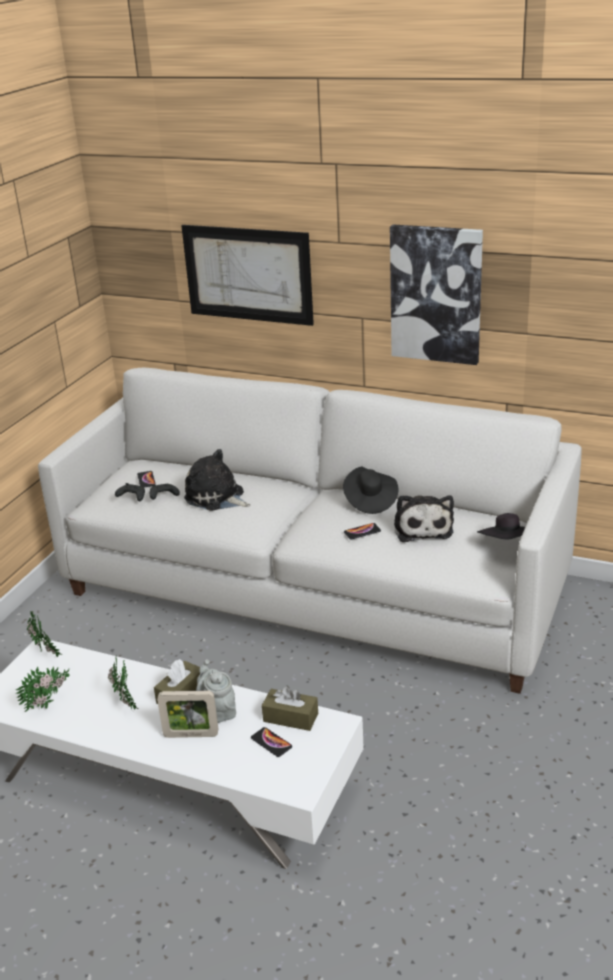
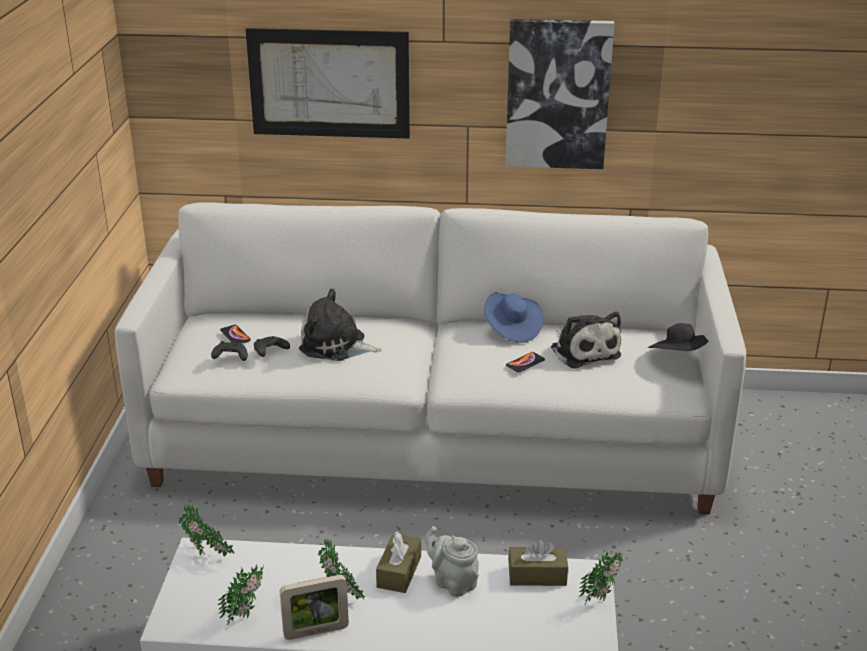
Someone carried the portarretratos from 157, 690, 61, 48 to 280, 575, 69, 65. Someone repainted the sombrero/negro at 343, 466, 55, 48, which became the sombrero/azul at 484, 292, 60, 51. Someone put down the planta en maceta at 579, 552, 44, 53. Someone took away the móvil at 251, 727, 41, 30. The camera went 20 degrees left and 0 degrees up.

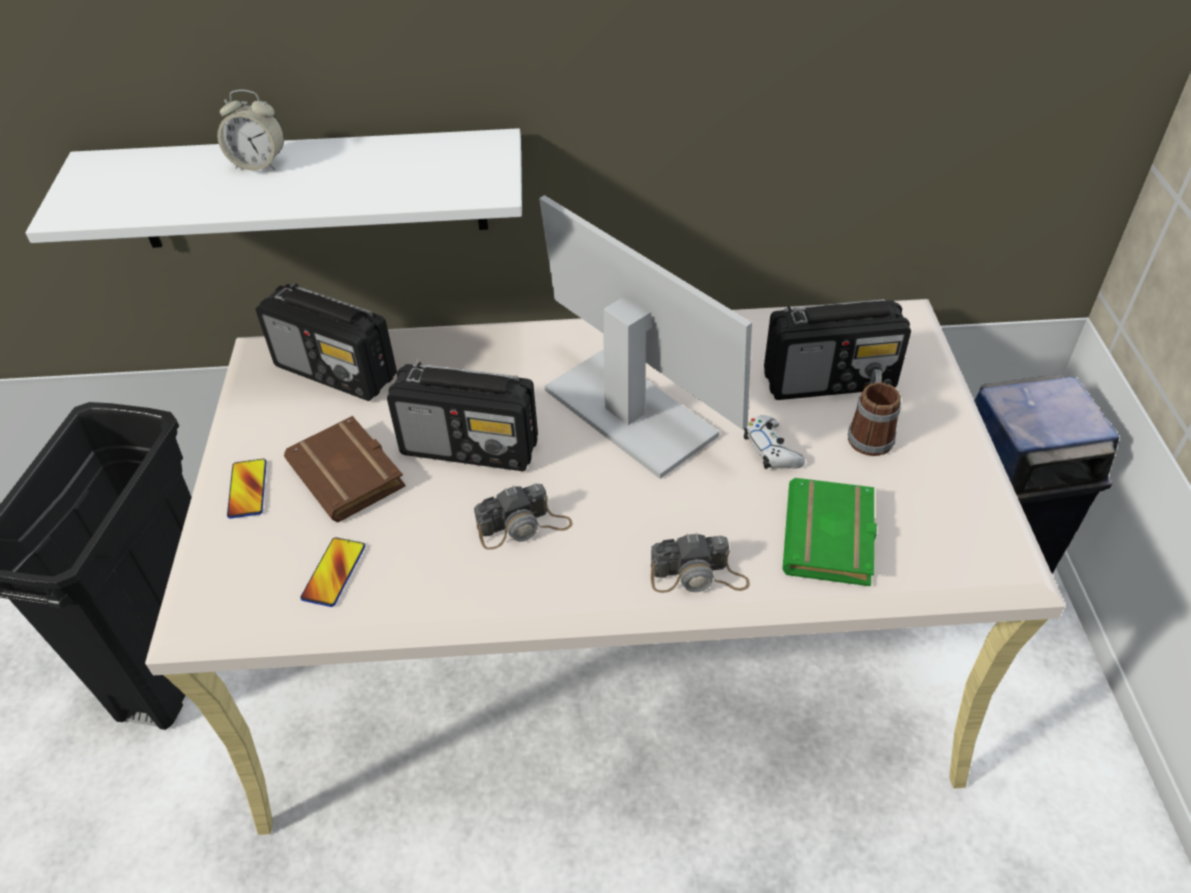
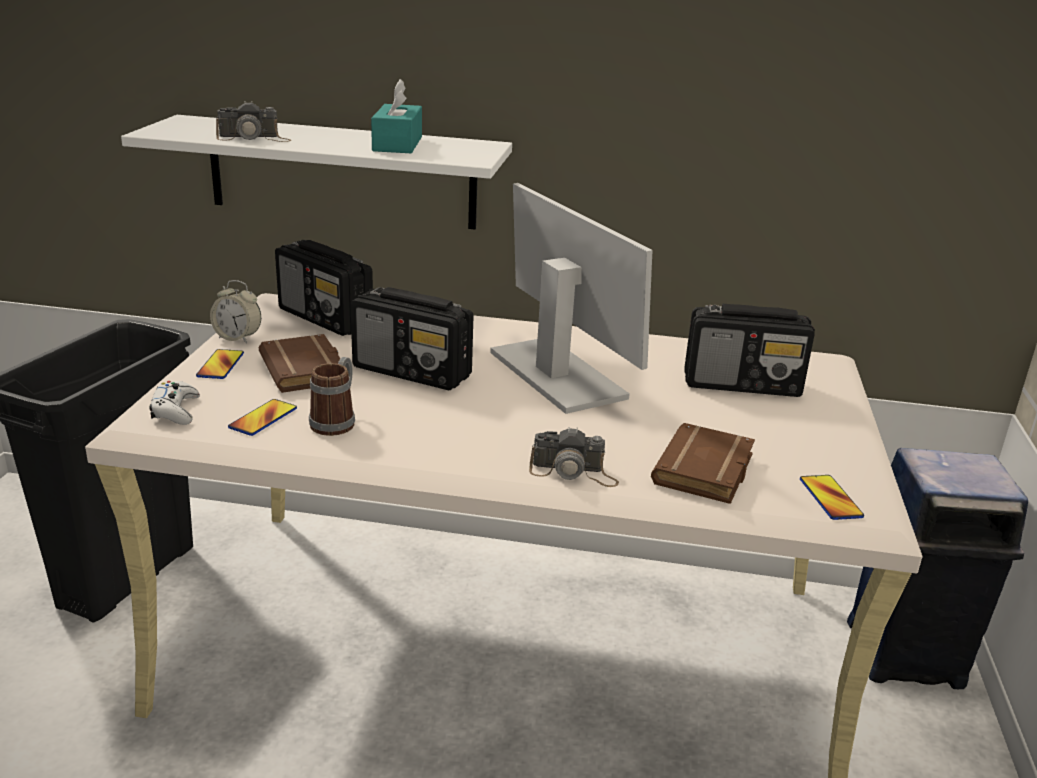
Someone carried the mando de consola/blanco from 744, 415, 61, 54 to 149, 381, 51, 44. Someone carried the despertador from 217, 90, 67, 81 to 210, 280, 51, 64. Someone carried the cámara from 474, 484, 99, 66 to 216, 101, 75, 41. Someone carried the taza grande from 848, 369, 53, 87 to 309, 357, 46, 79. Someone put down the caja de pañuelos/turquesa at 371, 79, 51, 74. Someone repainted the libro/verde at 782, 478, 95, 108, which became the libro/marrón at 651, 423, 104, 81. Someone put down the móvil at 800, 475, 64, 45. The camera went 10 degrees right and 20 degrees down.

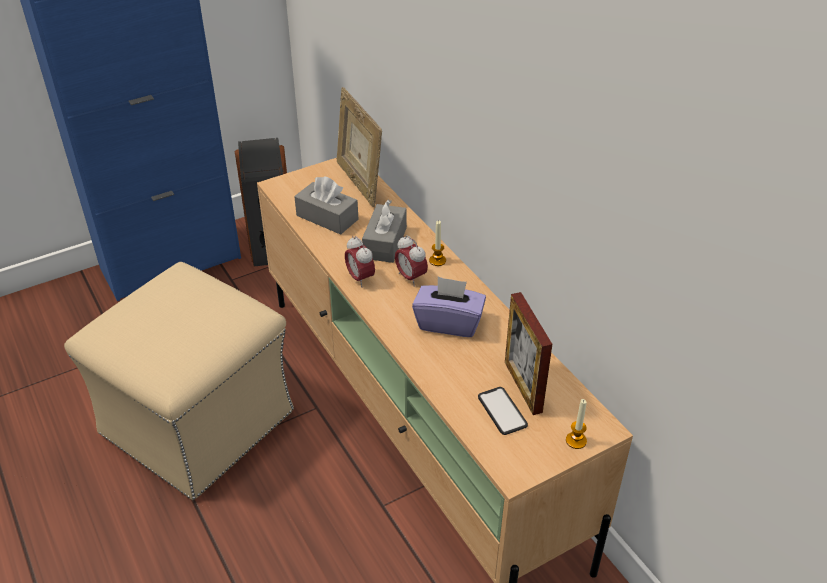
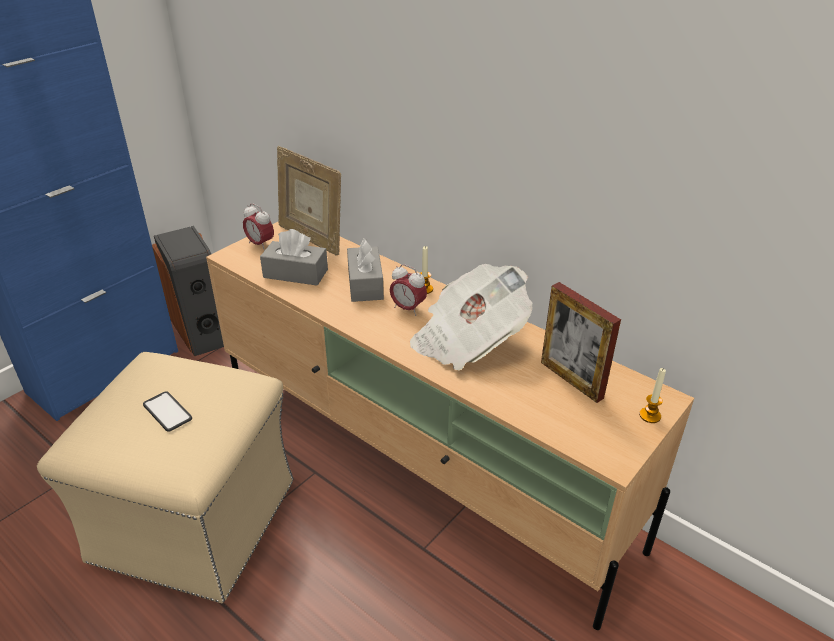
Someone carried the móvil from 478, 387, 50, 48 to 143, 391, 49, 41. Someone carried the despertador from 345, 236, 30, 52 to 243, 203, 31, 47. Someone swapped the caja de pañuelos/morado at 412, 277, 74, 60 for the periódico at 410, 264, 123, 106. The camera went 20 degrees left and 5 degrees down.

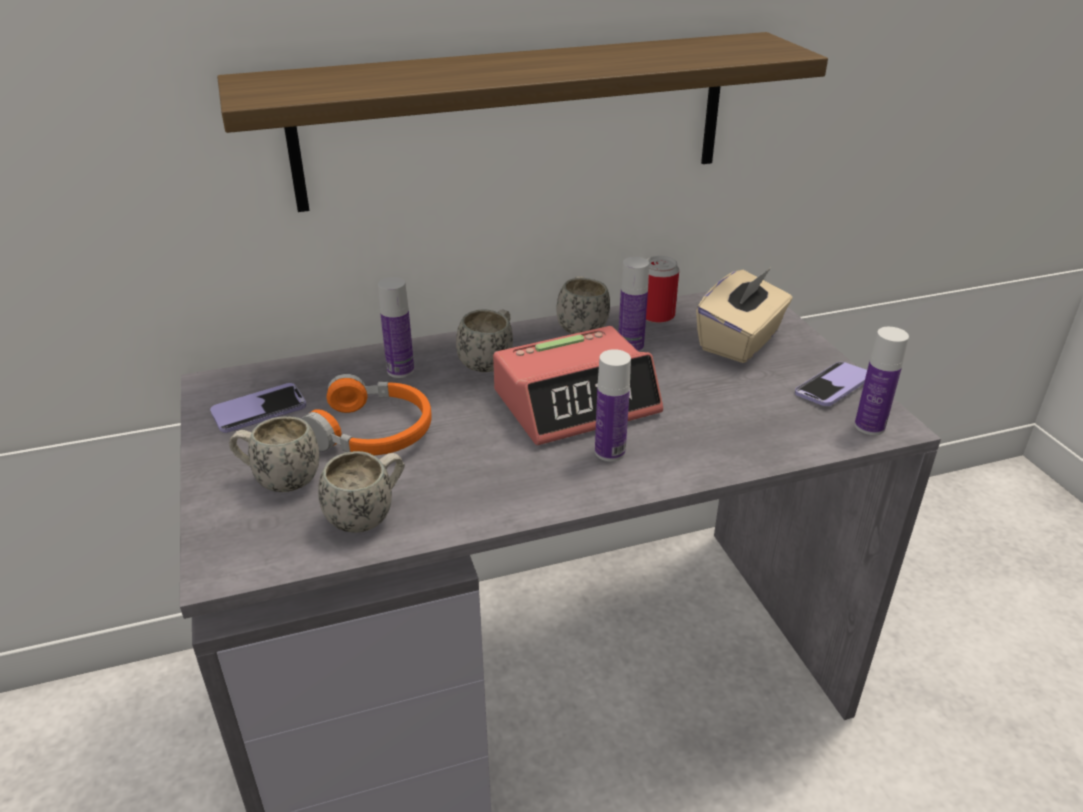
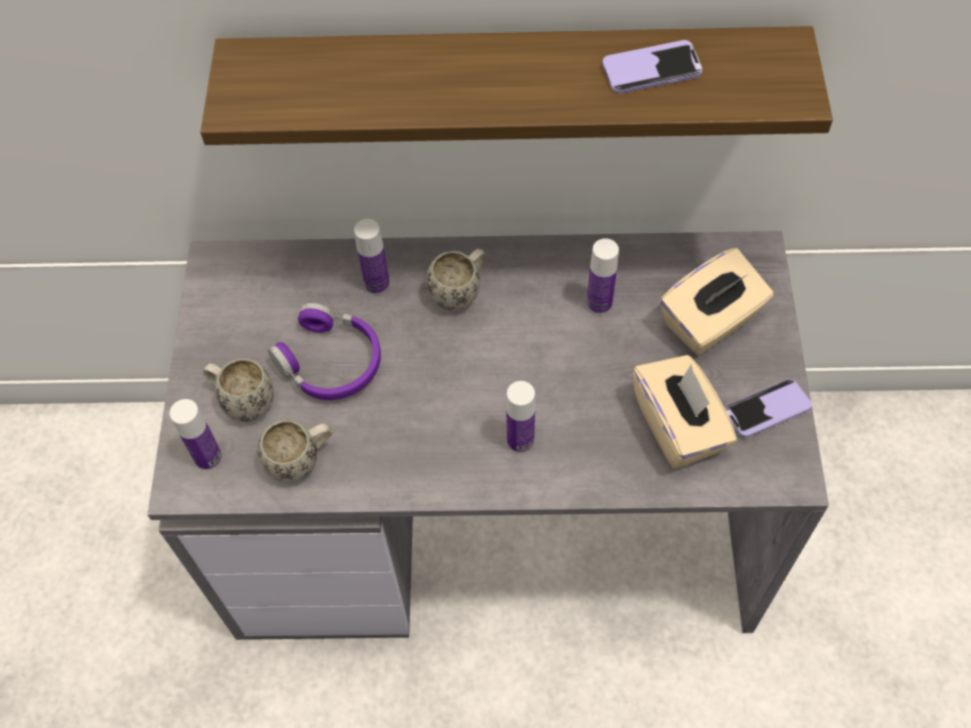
Someone carried the botella from 855, 327, 54, 108 to 170, 399, 52, 71. Someone repainted the auriculares/naranja at 302, 374, 130, 81, which became the auriculares/morado at 268, 303, 113, 97. Someone carried the móvil from 210, 383, 96, 50 to 602, 40, 100, 54. Someone put down the caja de pañuelos/beis at 632, 355, 105, 114. Someone took away the despertador at 493, 326, 170, 119. Someone took away the taza grande/blanco at 556, 276, 54, 58. Someone took away the lata at 646, 256, 33, 67. The camera went 20 degrees right and 25 degrees up.

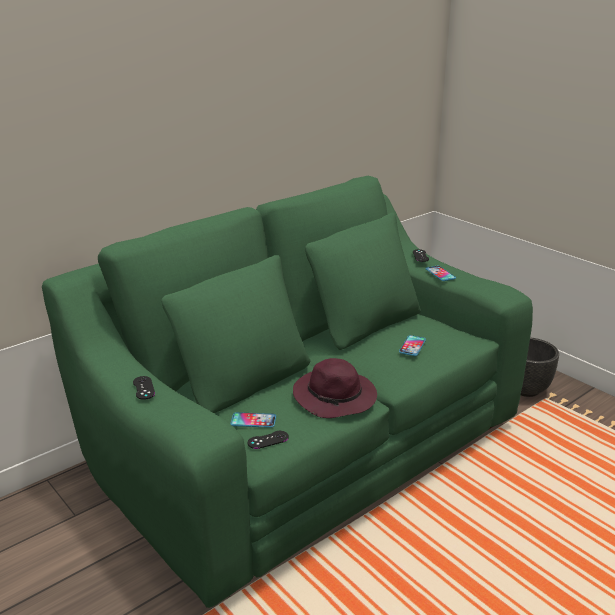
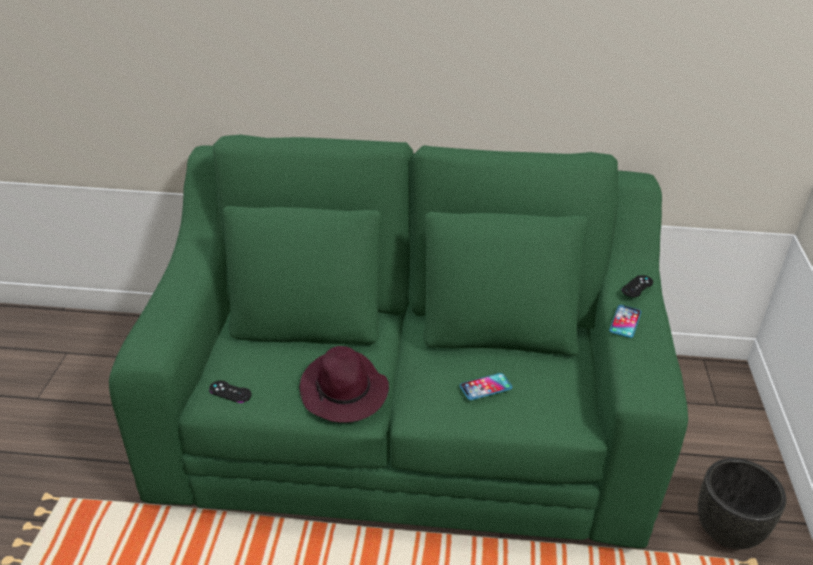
Someone took away the mando de consola/negro at 133, 376, 22, 24. Someone took away the móvil at 230, 412, 46, 16. The camera went 45 degrees right and 10 degrees up.

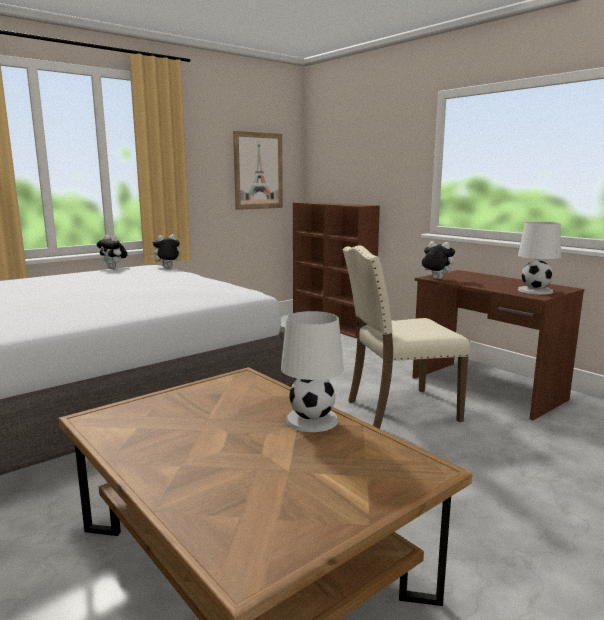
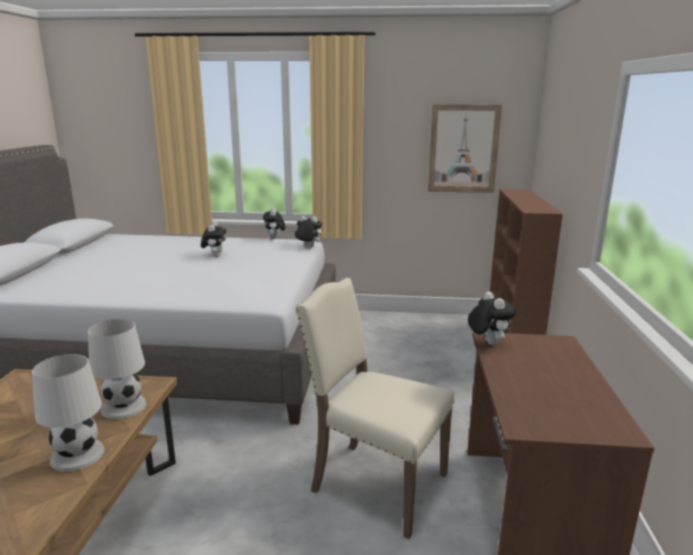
Someone carried the lámpara de mesa/blanco from 518, 222, 43, 73 to 88, 319, 59, 100. Someone put down the peluche at 201, 222, 25, 35. The camera went 45 degrees right and 5 degrees up.

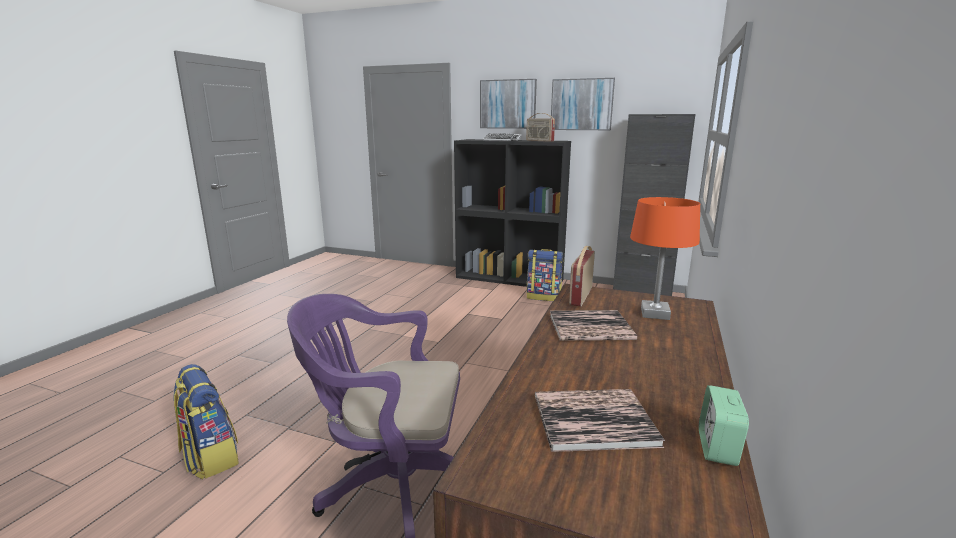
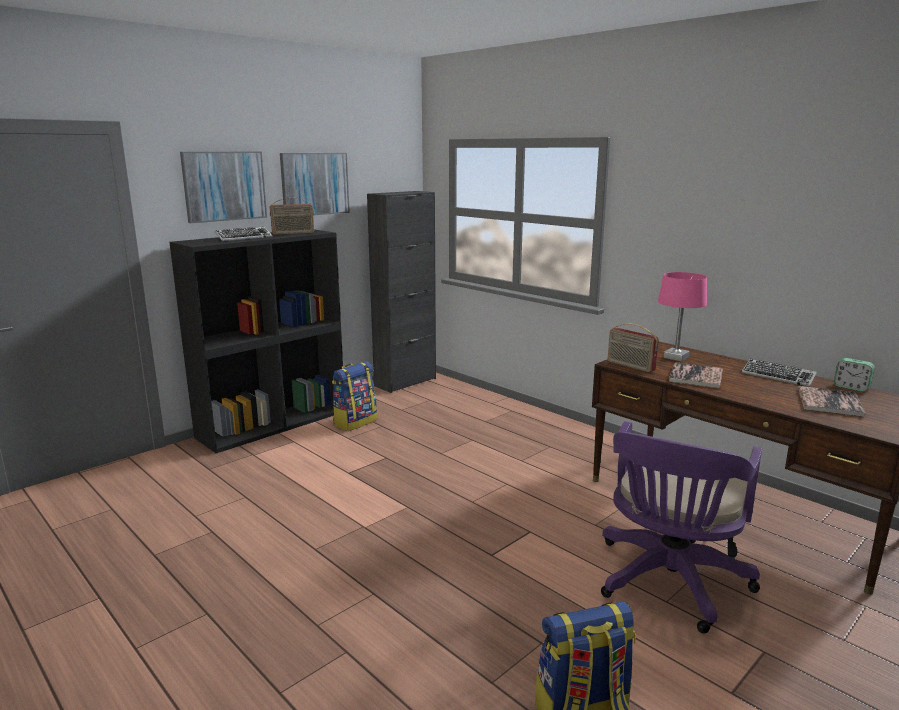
Someone repainted the lámpara de mesa/naranja at 630, 197, 70, 123, which became the lámpara de mesa/rosa at 658, 272, 49, 90. Someone put down the teclado at 742, 359, 75, 28. The camera went 65 degrees left and 0 degrees up.

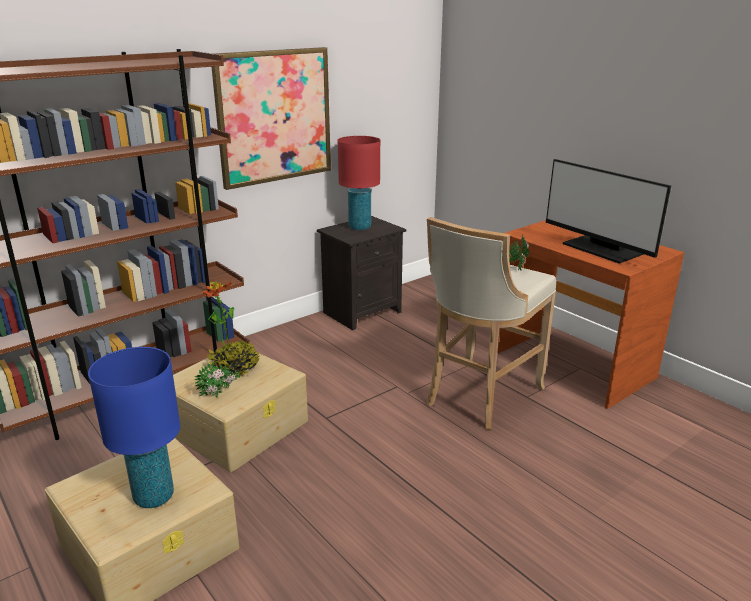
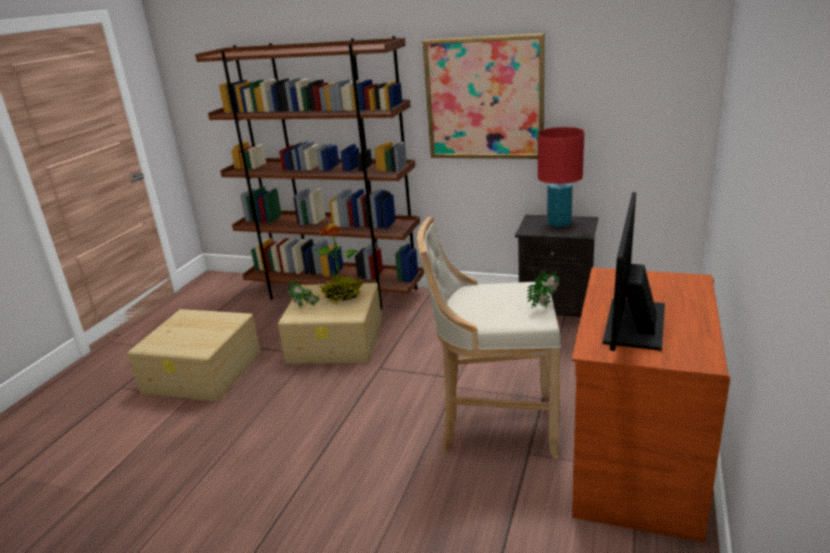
Someone took away the lámpara de mesa/azul at 88, 347, 92, 161. The camera went 60 degrees right and 0 degrees up.

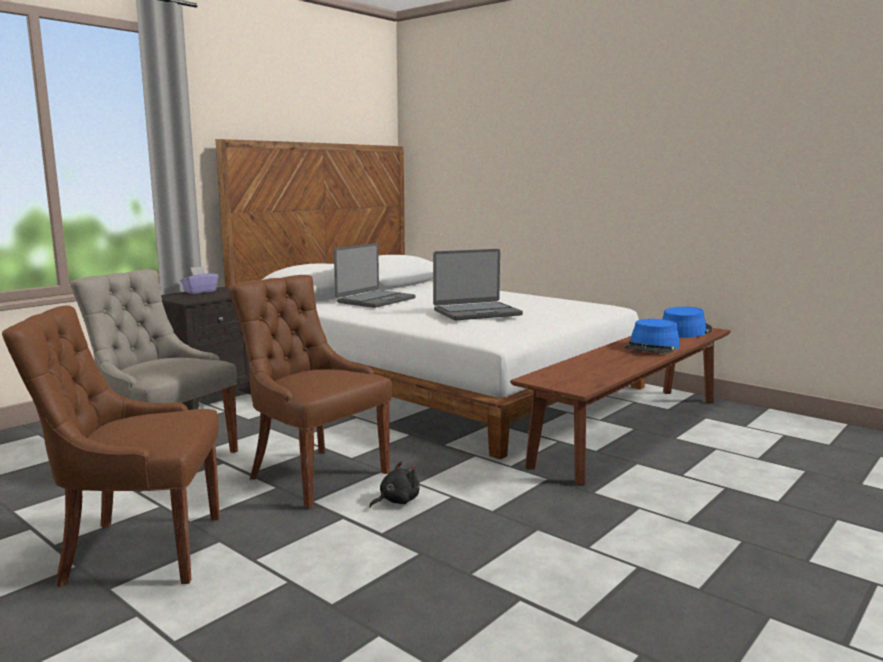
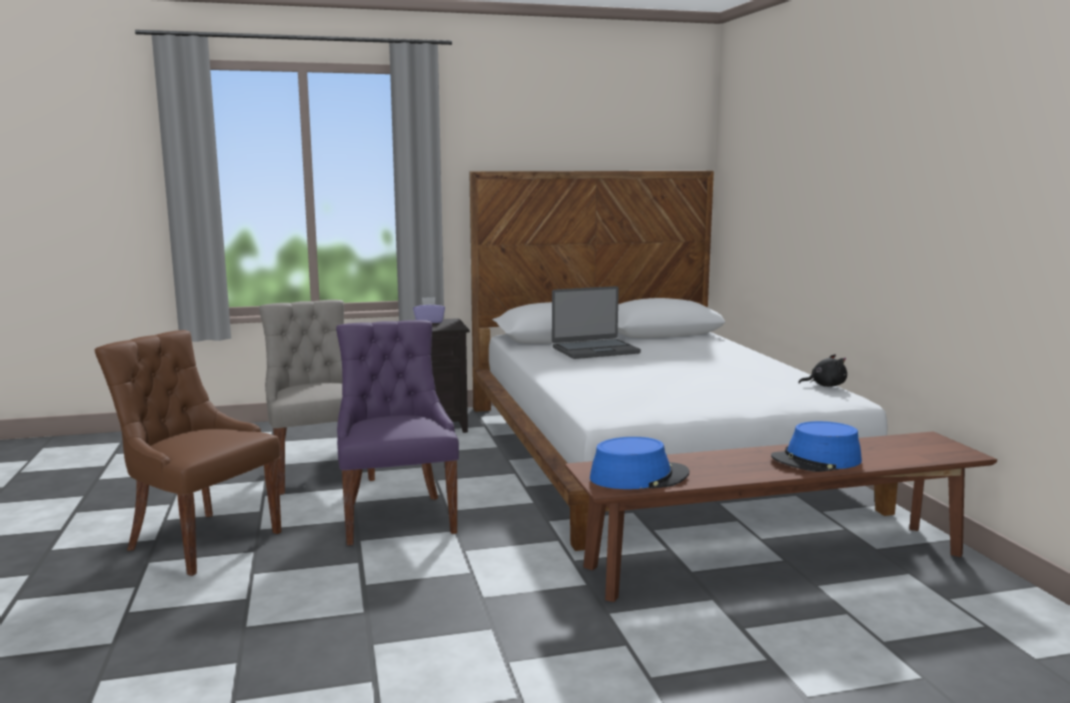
Someone repainted the silla/marrón at 228, 275, 164, 234, which became the silla/morado at 336, 320, 123, 226. Someone carried the sombrero/azul from 662, 307, 51, 31 to 590, 437, 99, 52. Someone carried the peluche/negro from 369, 462, 51, 46 to 798, 354, 49, 33. Someone took away the portátil at 433, 249, 90, 72. The camera went 35 degrees right and 0 degrees up.

